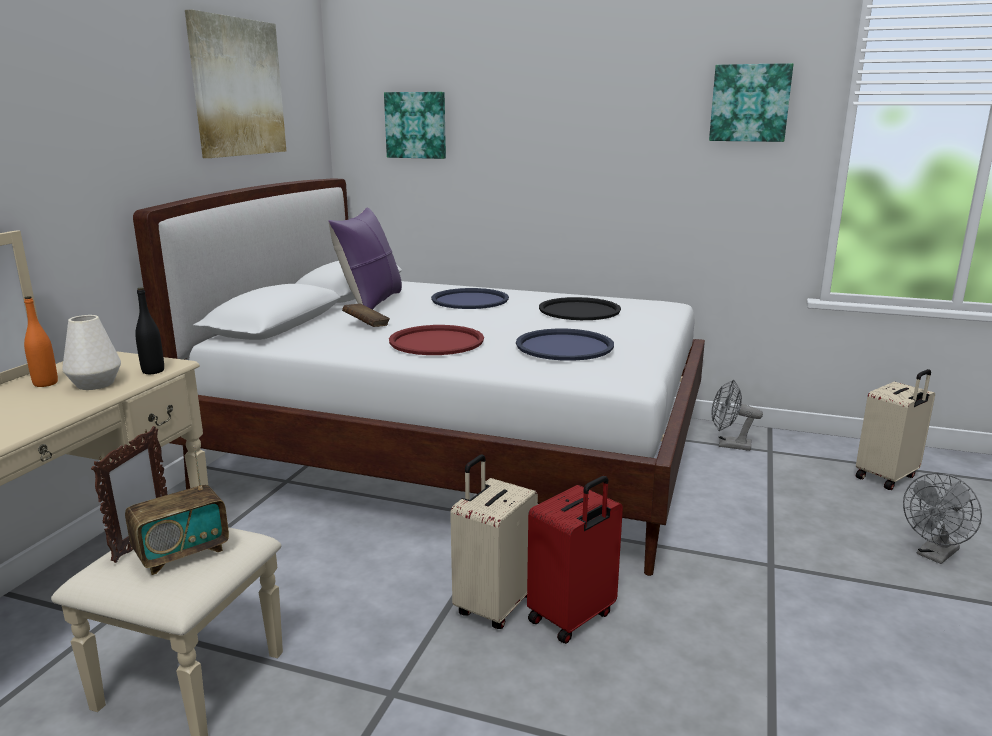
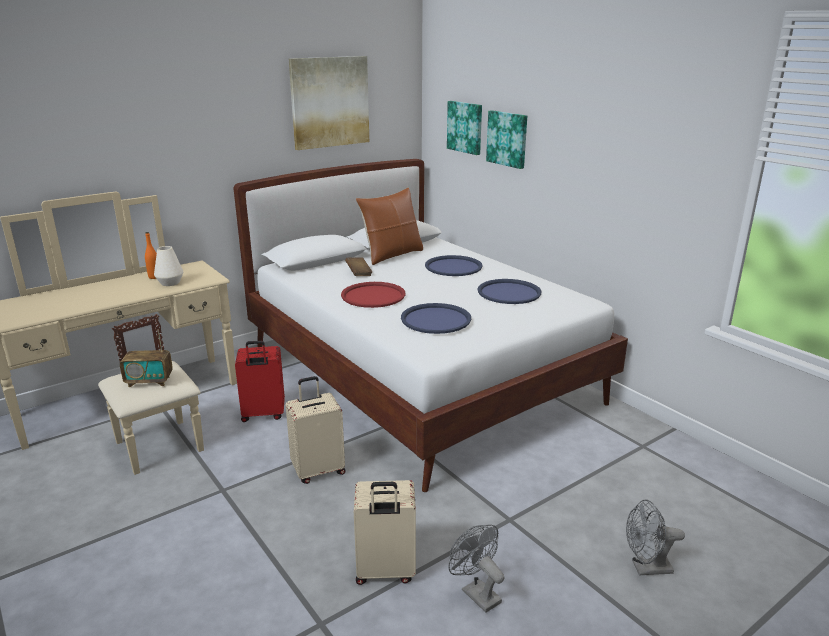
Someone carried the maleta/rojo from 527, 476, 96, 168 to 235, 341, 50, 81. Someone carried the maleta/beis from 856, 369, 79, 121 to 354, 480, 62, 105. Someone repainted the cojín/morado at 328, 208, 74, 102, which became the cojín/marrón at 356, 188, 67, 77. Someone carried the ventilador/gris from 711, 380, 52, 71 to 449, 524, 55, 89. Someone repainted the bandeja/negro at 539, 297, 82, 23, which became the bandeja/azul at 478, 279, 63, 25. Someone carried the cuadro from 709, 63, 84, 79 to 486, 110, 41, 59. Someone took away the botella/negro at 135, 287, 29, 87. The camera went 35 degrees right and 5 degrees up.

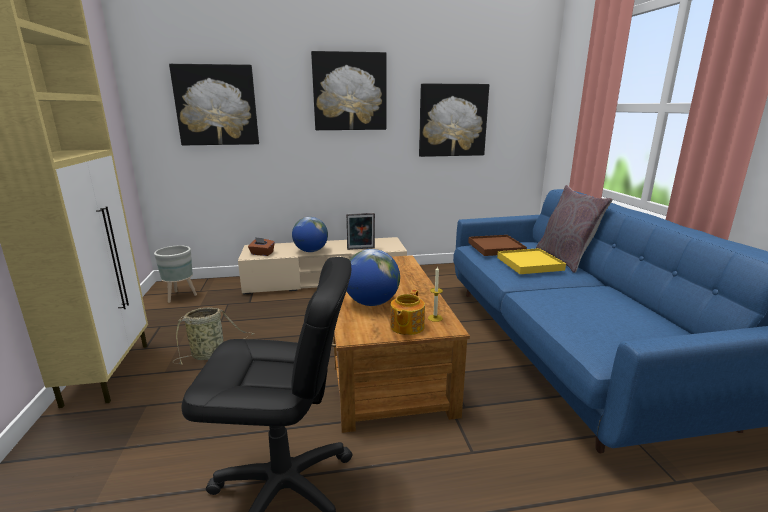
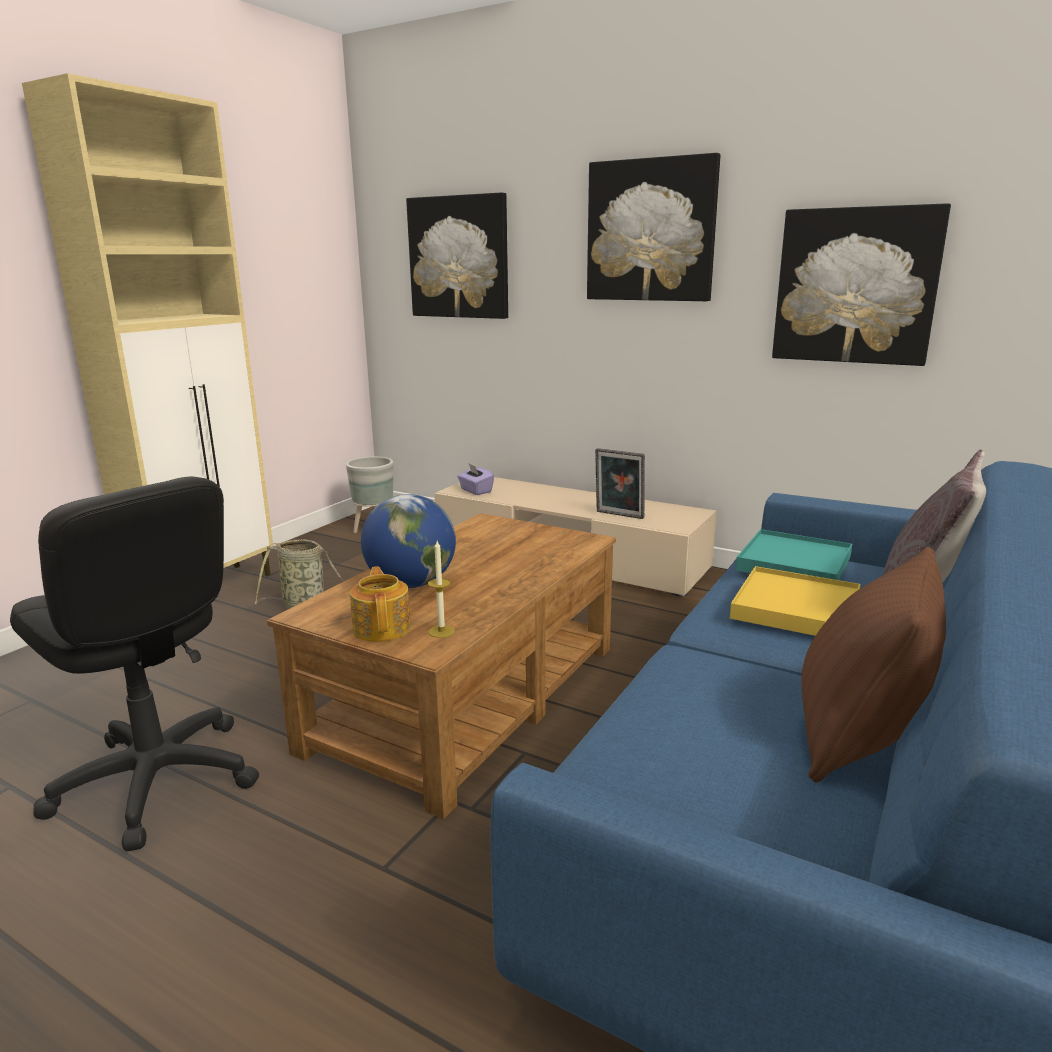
Someone rotated the tetera at 390, 290, 35, 45 by 105 degrees clockwise. Someone repainted the caja de pañuelos/marrón at 248, 237, 27, 19, which became the caja de pañuelos/morado at 457, 463, 37, 32. Someone repainted the bandeja/marrón at 468, 235, 59, 21, which became the bandeja/turquesa at 736, 529, 116, 51. Someone put down the cojín/marrón at 801, 547, 145, 236. Someone took away the globo terráqueo at 292, 217, 36, 35. The camera went 40 degrees right and 0 degrees up.

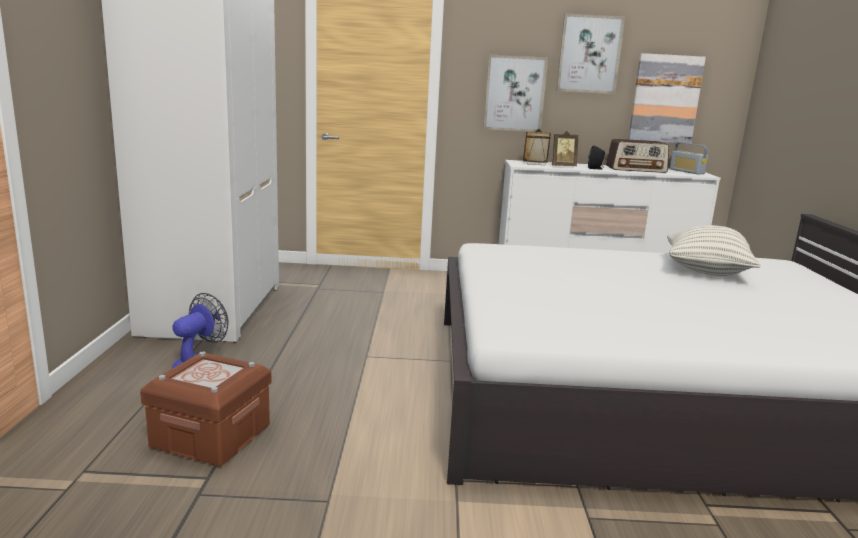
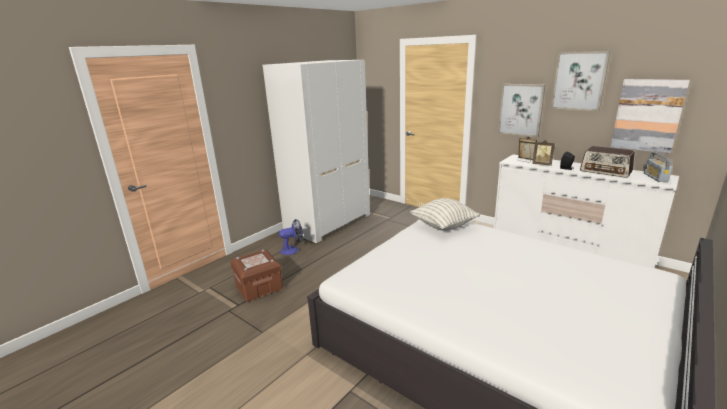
Someone carried the cojín from 667, 225, 94, 51 to 410, 198, 70, 33. The camera went 40 degrees right and 5 degrees up.

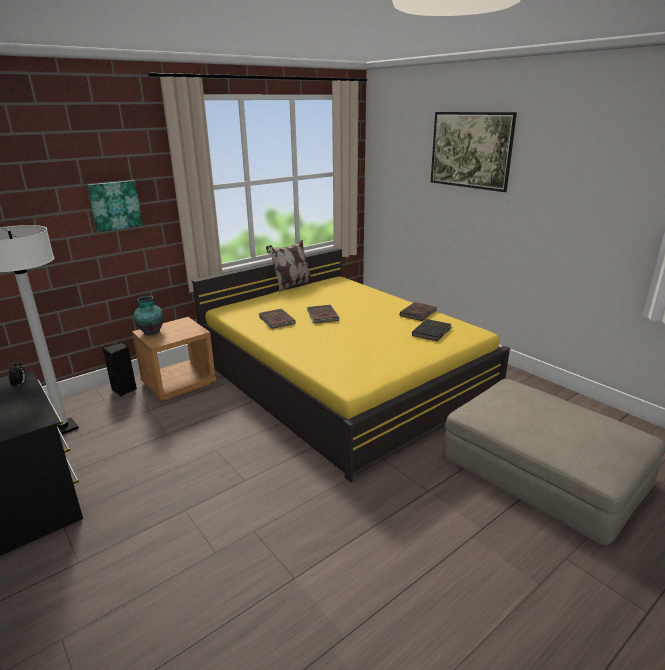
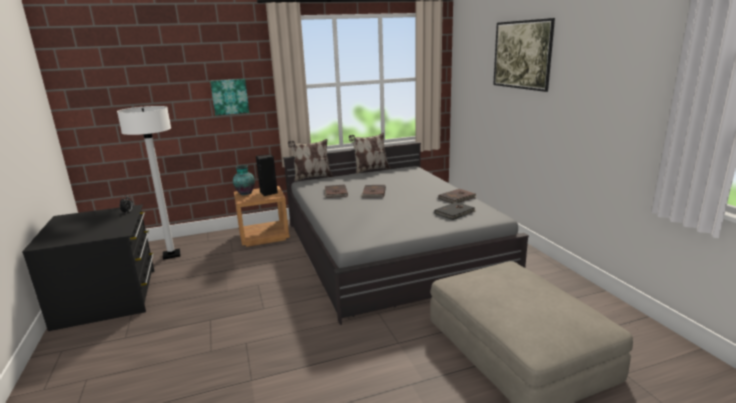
Someone carried the altavoz/negro from 103, 343, 34, 54 to 256, 154, 22, 42. Someone repainted the cama/amarillo at 192, 248, 318, 235, which became the cama/gris at 283, 142, 246, 183. Someone put down the cojín at 288, 139, 45, 43. The camera went 20 degrees right and 5 degrees down.

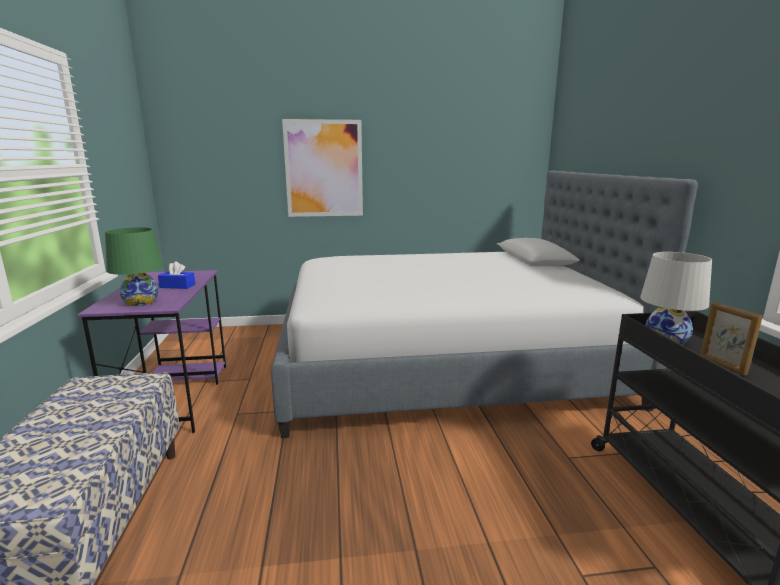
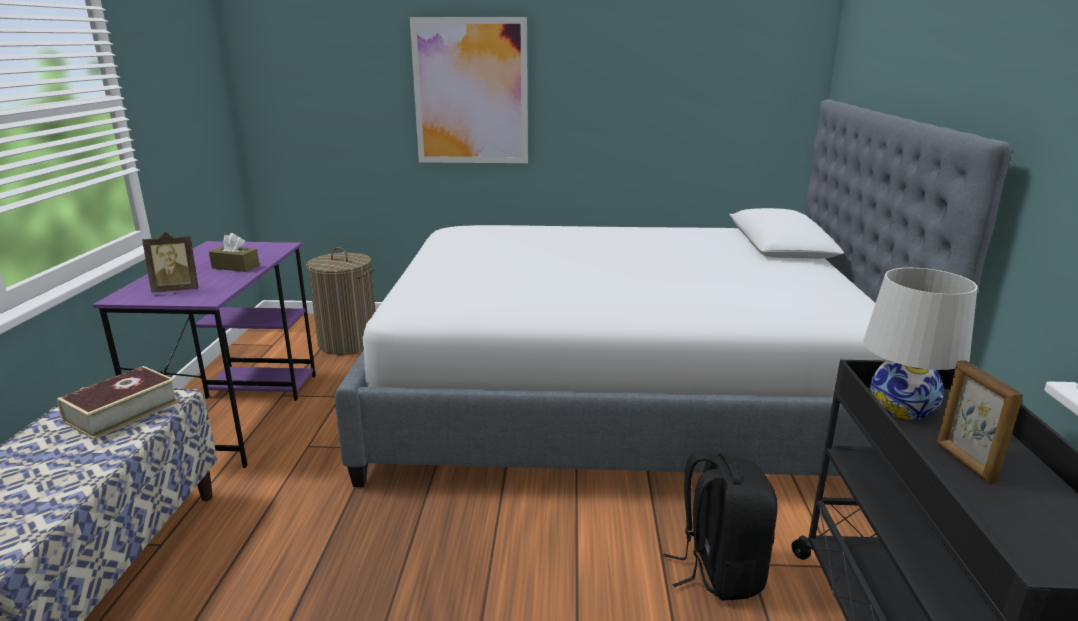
Someone put down the libro at 57, 366, 122, 74. Someone swapped the lámpara de mesa/verde at 105, 227, 58, 79 for the portarretratos at 142, 232, 56, 61. Someone repainted the caja de pañuelos/azul at 158, 261, 38, 28, which became the caja de pañuelos/marrón at 209, 233, 50, 39. Someone put down the cesto de la ropa at 306, 247, 70, 108. Someone put down the mochila/negro at 663, 451, 115, 149. The camera went 10 degrees right and 5 degrees up.

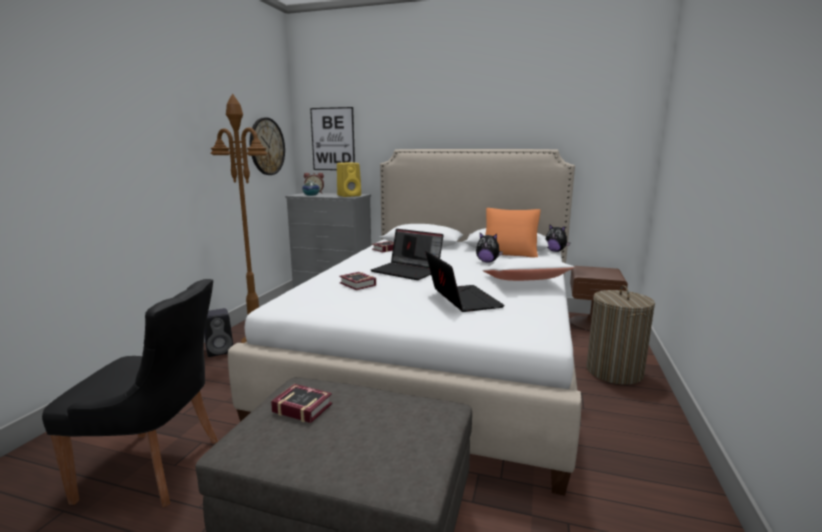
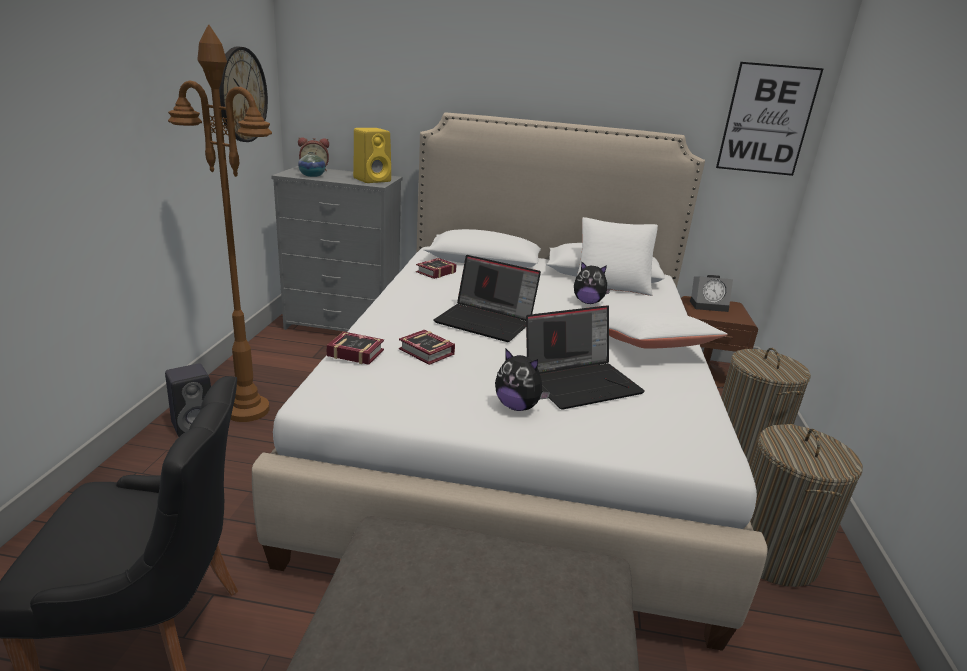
Someone carried the libro from 271, 384, 61, 39 to 326, 331, 58, 34. Someone carried the peluche from 546, 224, 24, 28 to 495, 348, 55, 63. Someone rotated the portátil at 425, 250, 80, 62 by 90 degrees clockwise. Someone repainted the cojín/naranja at 486, 208, 55, 49, which became the cojín/blanco at 577, 217, 81, 79. Someone put down the despertador at 690, 275, 43, 37. Someone carried the cuadro from 310, 107, 45, 63 to 716, 62, 108, 114. Someone put down the cesto de la ropa at 750, 424, 113, 163. The camera went 10 degrees left and 10 degrees up.

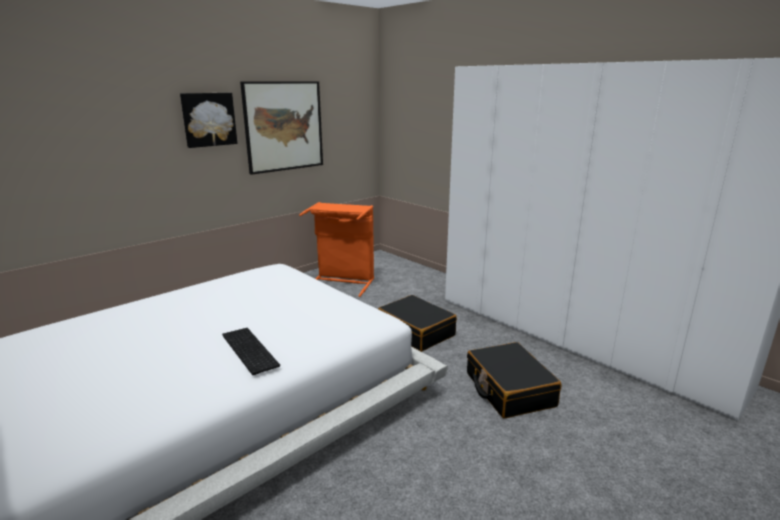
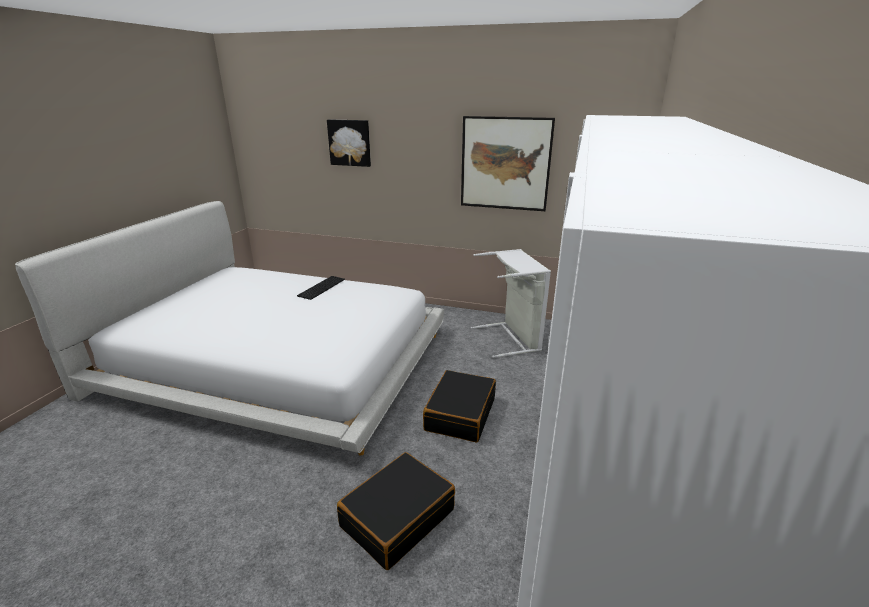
Someone carried the teclado from 222, 328, 58, 47 to 297, 276, 48, 24. Someone carried the cuadro from 180, 93, 57, 55 to 327, 119, 44, 48. Someone repainted the cesto de la ropa/naranja at 299, 202, 75, 95, which became the cesto de la ropa/gris at 471, 249, 80, 109. The camera went 60 degrees right and 5 degrees up.

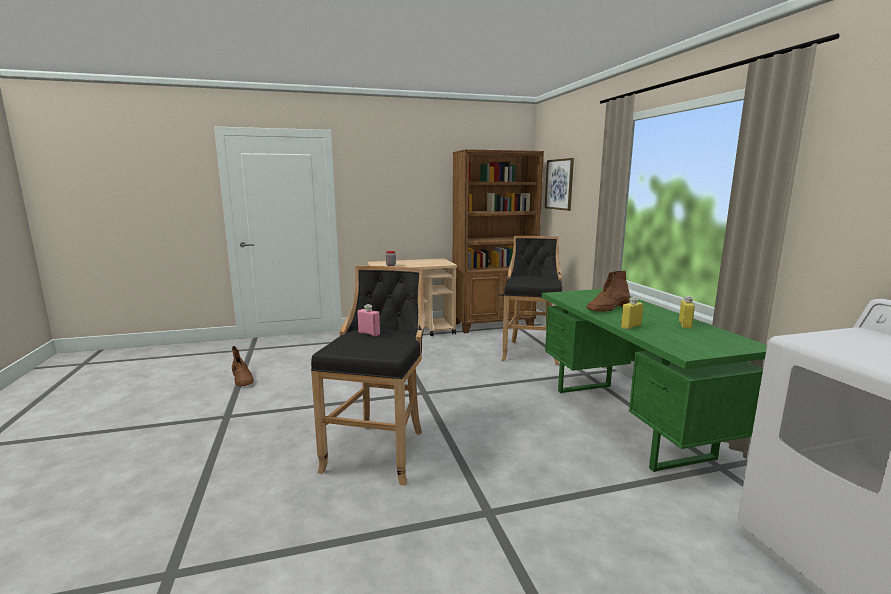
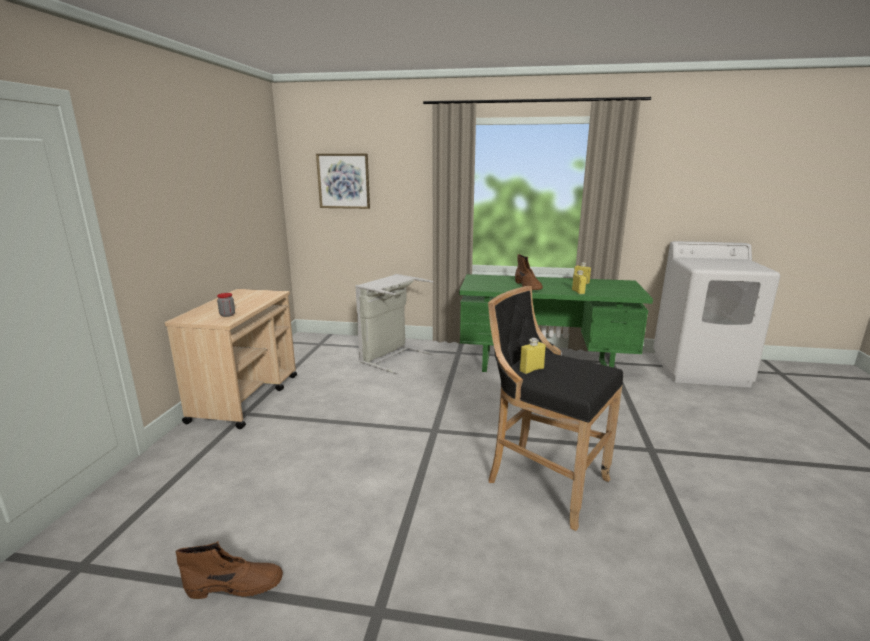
Someone swapped the taburete/negro at 501, 236, 62, 129 for the cesto de la ropa/gris at 355, 274, 78, 100. Someone repainted the botella/rosa at 357, 304, 23, 32, which became the botella/amarillo at 520, 338, 26, 36. Someone took away the estantería/marrón at 453, 149, 91, 184. The camera went 65 degrees left and 5 degrees up.

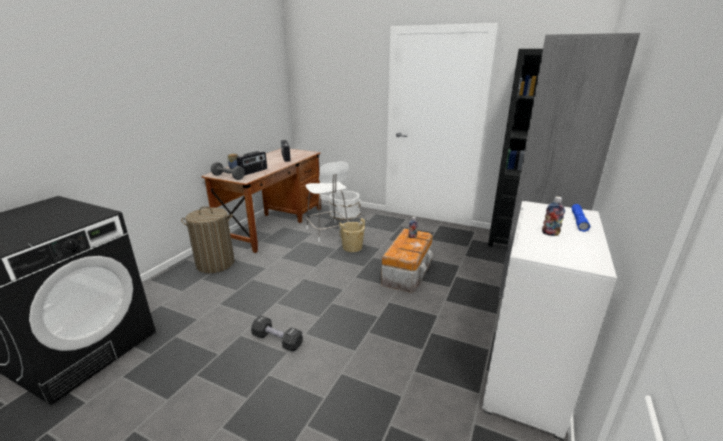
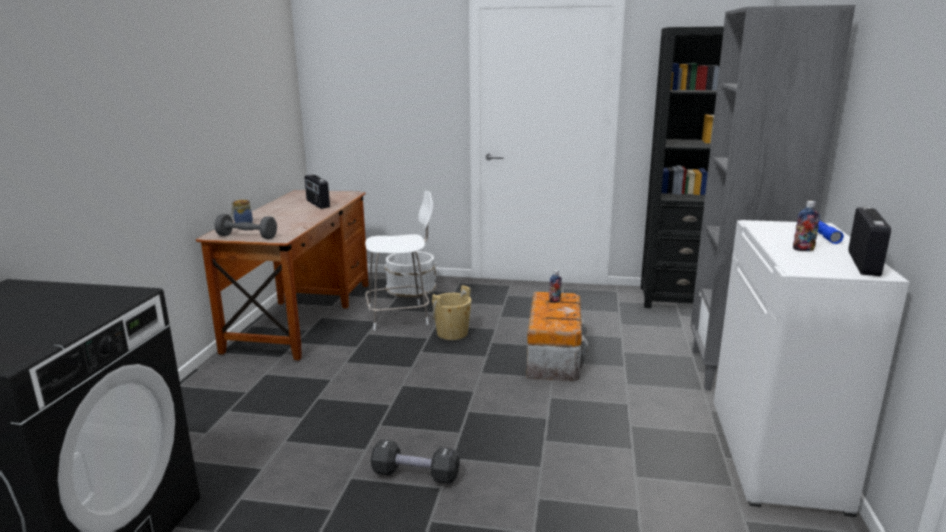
Someone rotated the silla/blanco at 306, 161, 43, 80 by 60 degrees counterclockwise. Someone carried the radio from 237, 151, 30, 25 to 848, 207, 43, 69. Someone took away the cesto de la ropa at 181, 206, 54, 67. The camera went 15 degrees left and 5 degrees down.

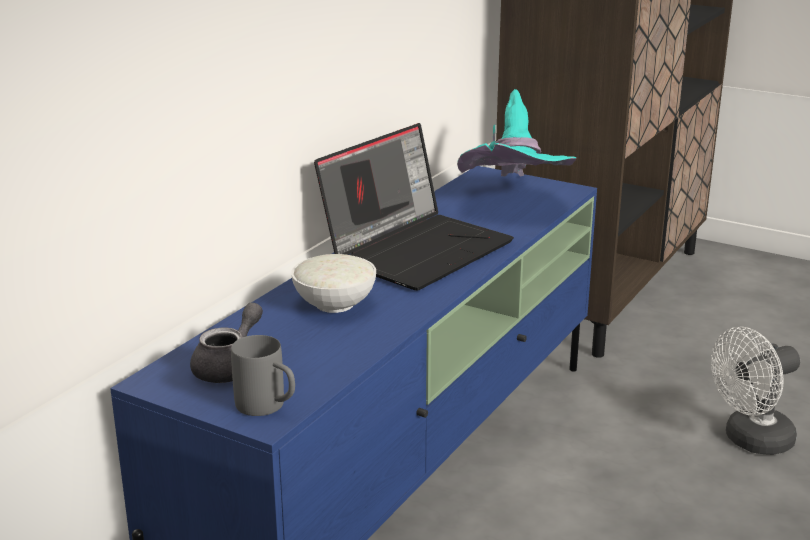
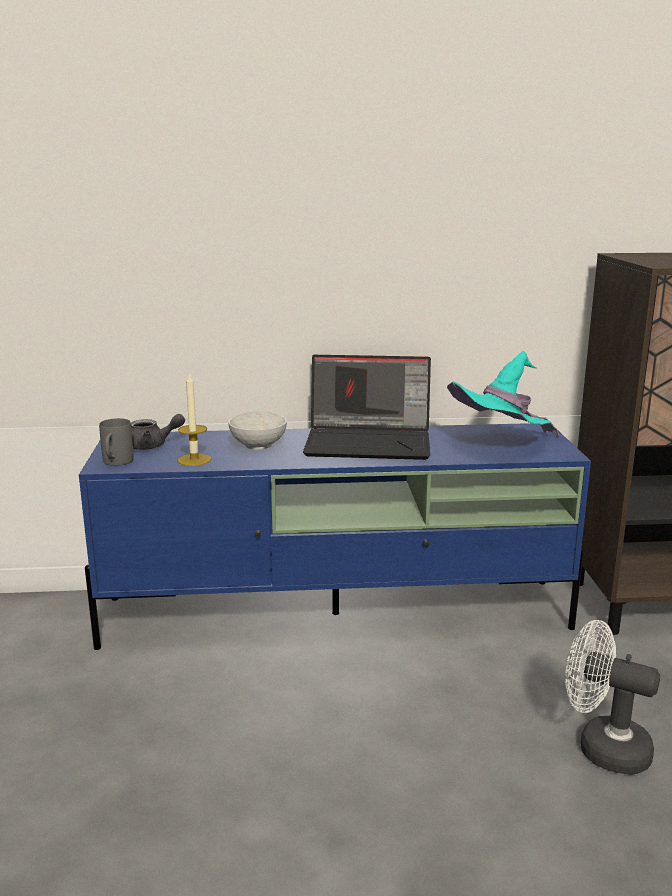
Someone put down the vela at 178, 374, 33, 92. The camera went 55 degrees right and 5 degrees down.

